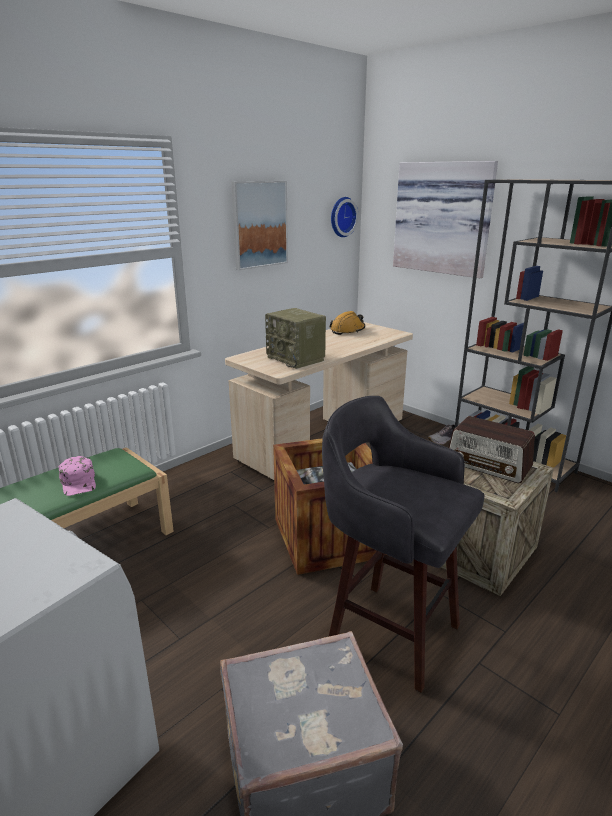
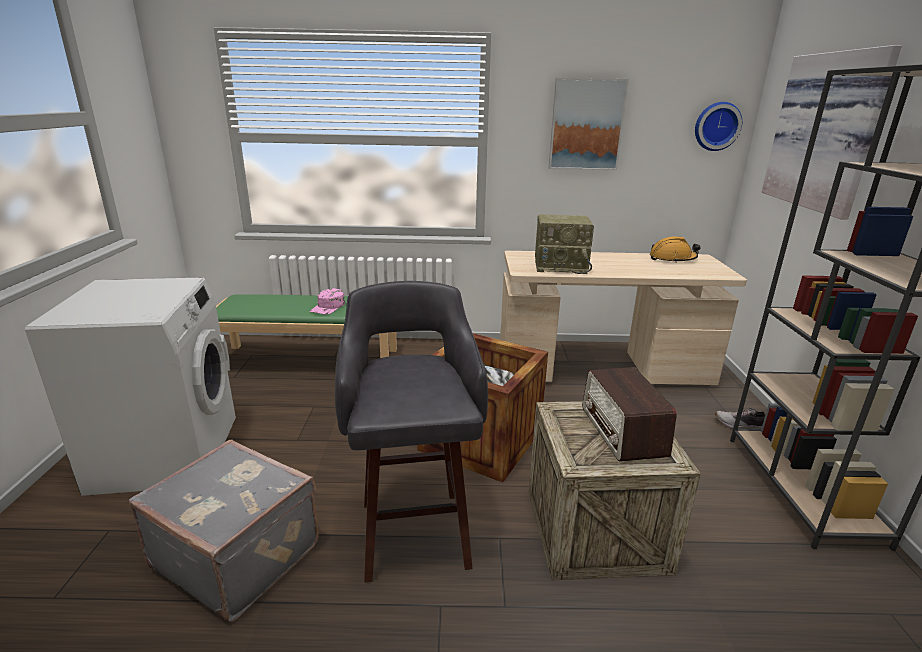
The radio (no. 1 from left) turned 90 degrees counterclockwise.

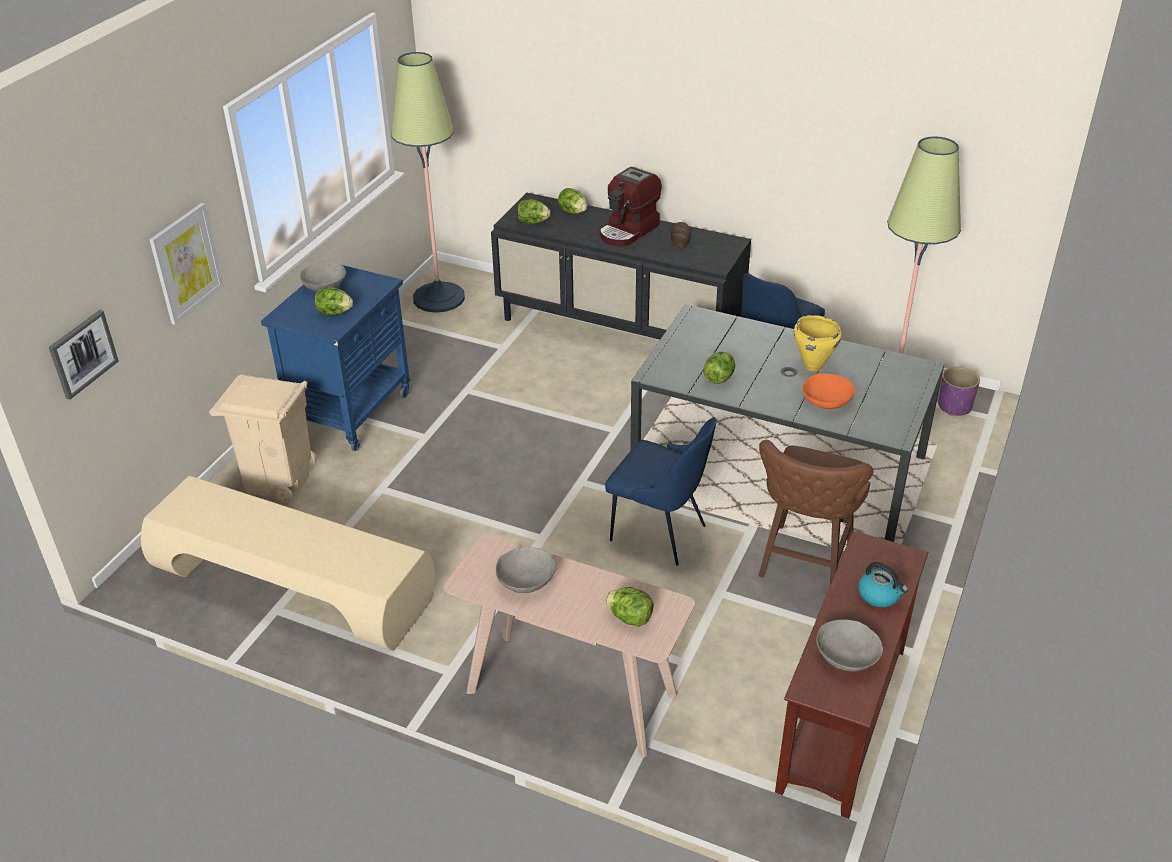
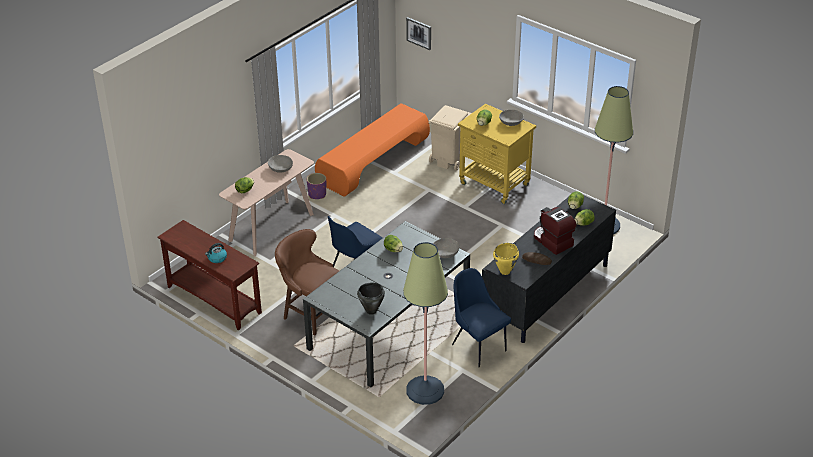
The cuadro (no. 2 from left) disappeared.
The cuenco [naranja] disappeared.
The olla [negro] appeared.
The olla [amarillo] moved.
The cuenco [gris] (no. 3 from left in the first image) moved.
The maceta [morado] moved.
The banco [beis] became the banco [naranja].
The carrito [azul] became the carrito [amarillo].

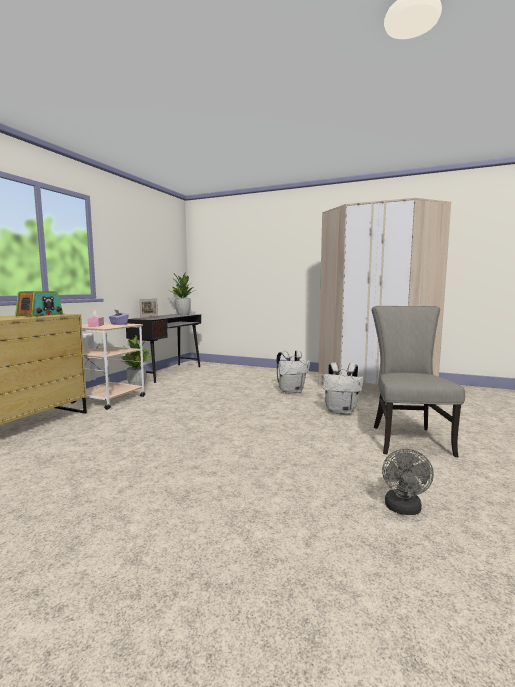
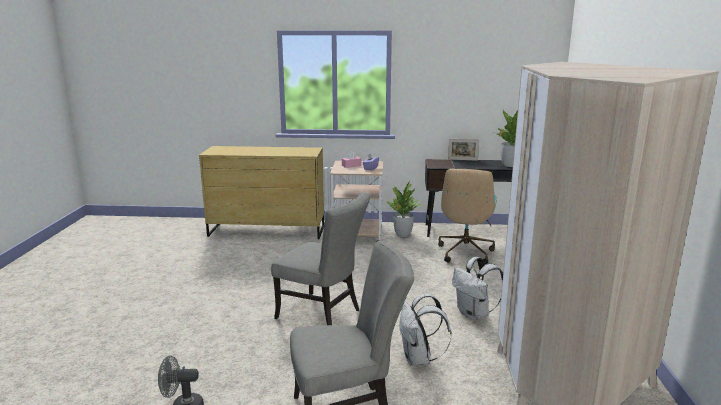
The radio disappeared.
The silla [gris] (no. 1 from left) appeared.
The silla de oficina [turquesa] appeared.

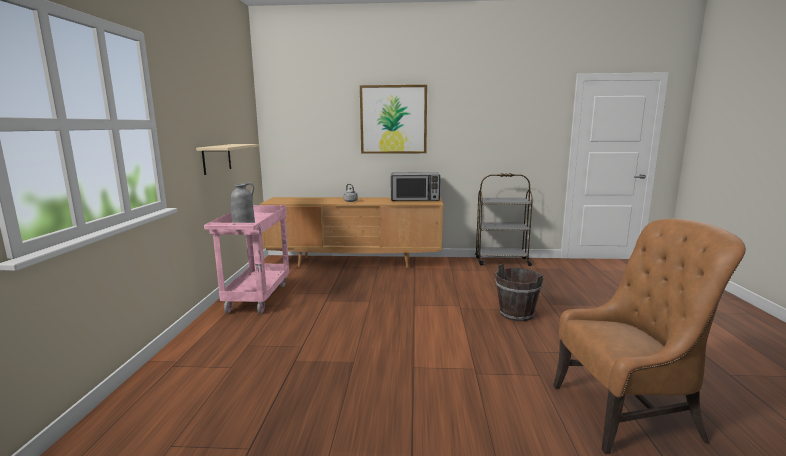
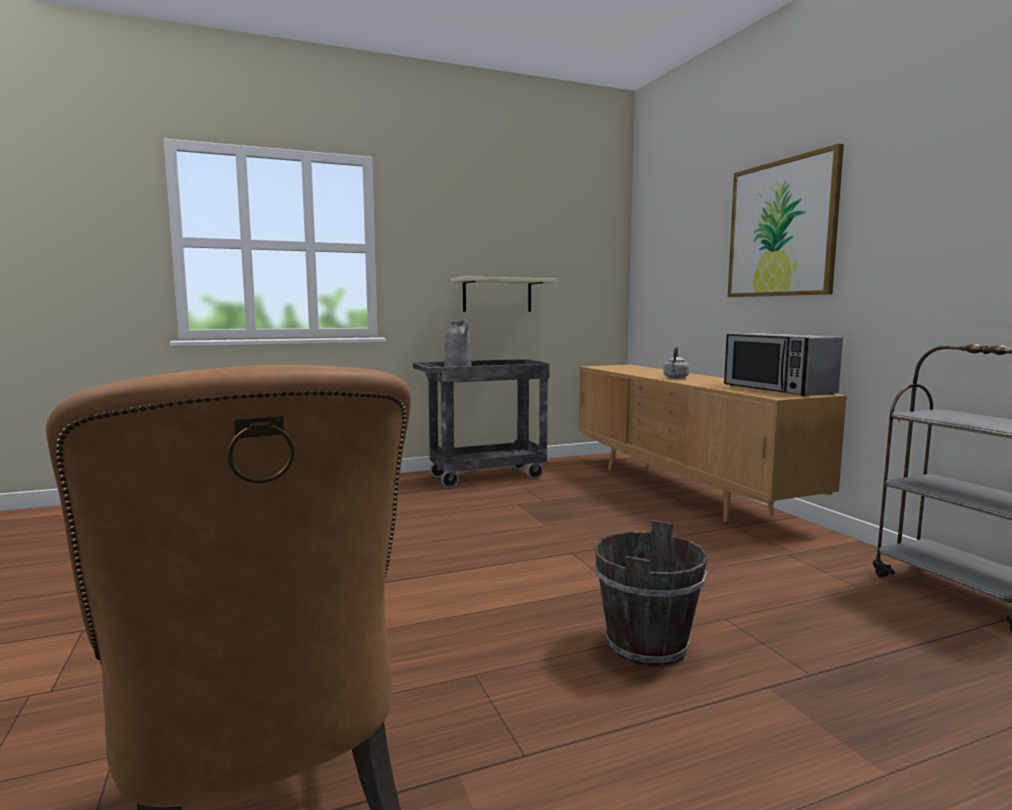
The carrito [rosa] became the carrito [gris] (no. 1 from left).

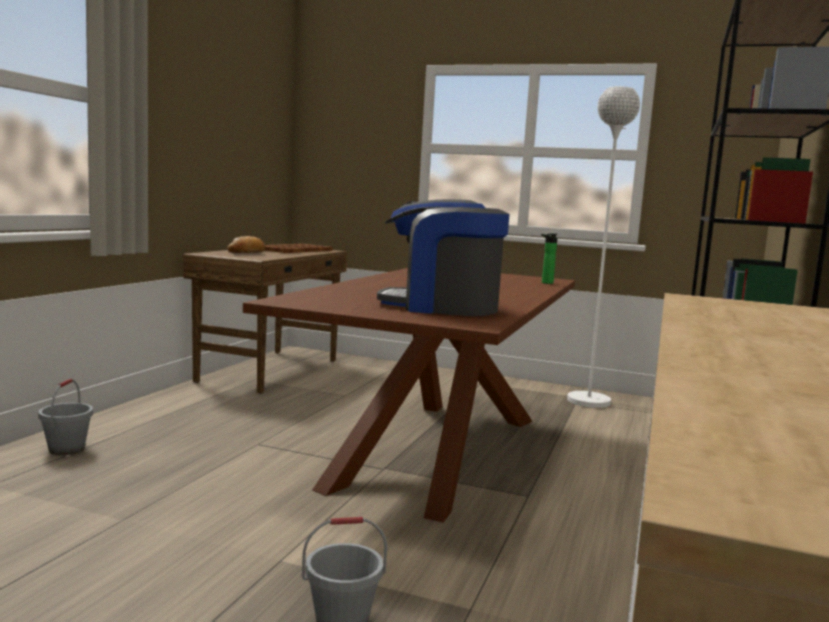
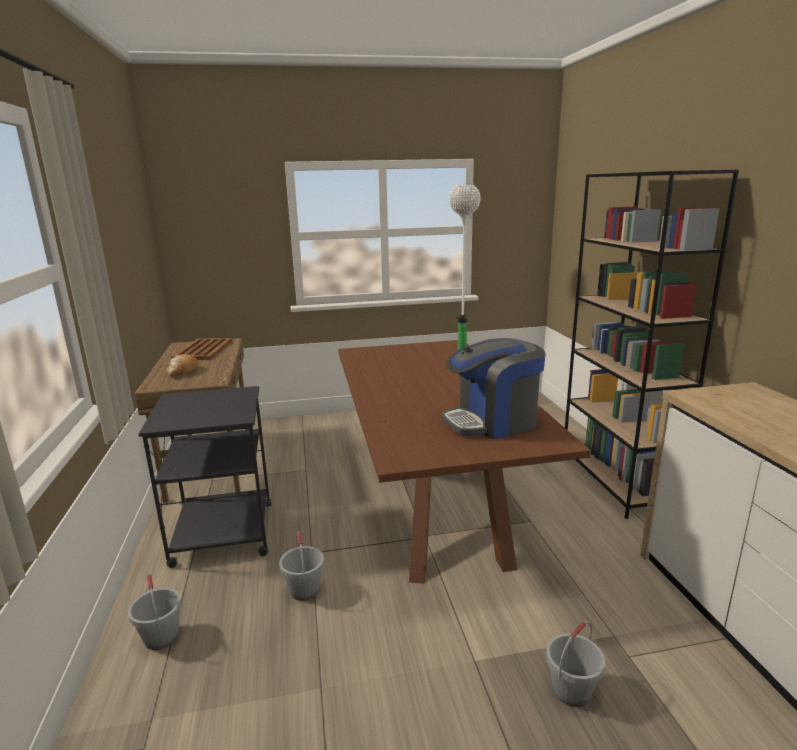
The carrito [negro] appeared.
The cubo [gris] (no. 2 from left) appeared.

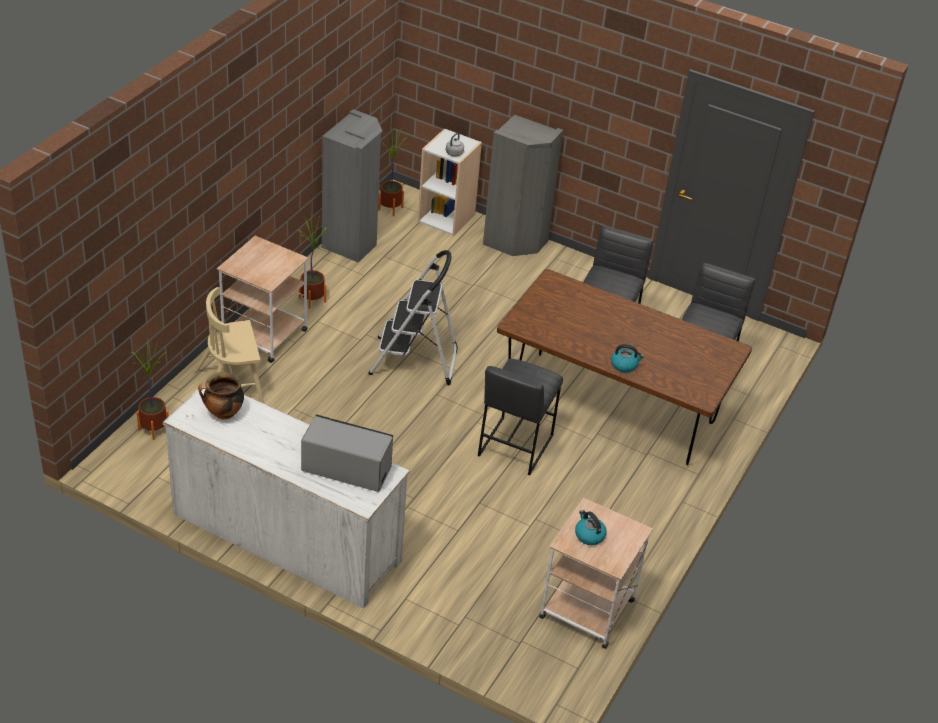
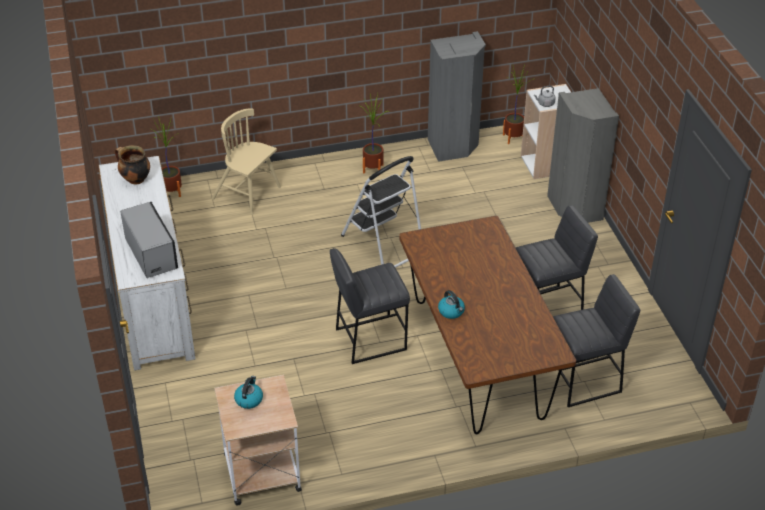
The carrito [beis] (no. 1 from left) disappeared.

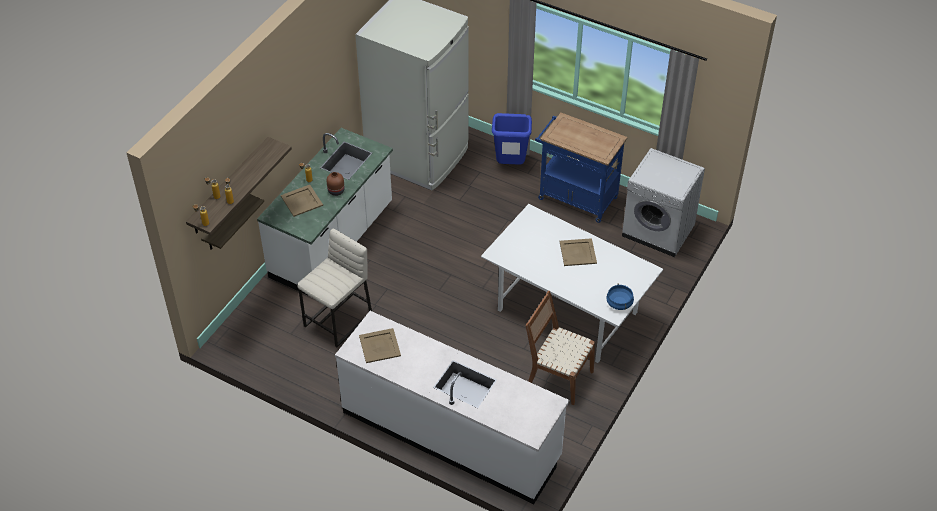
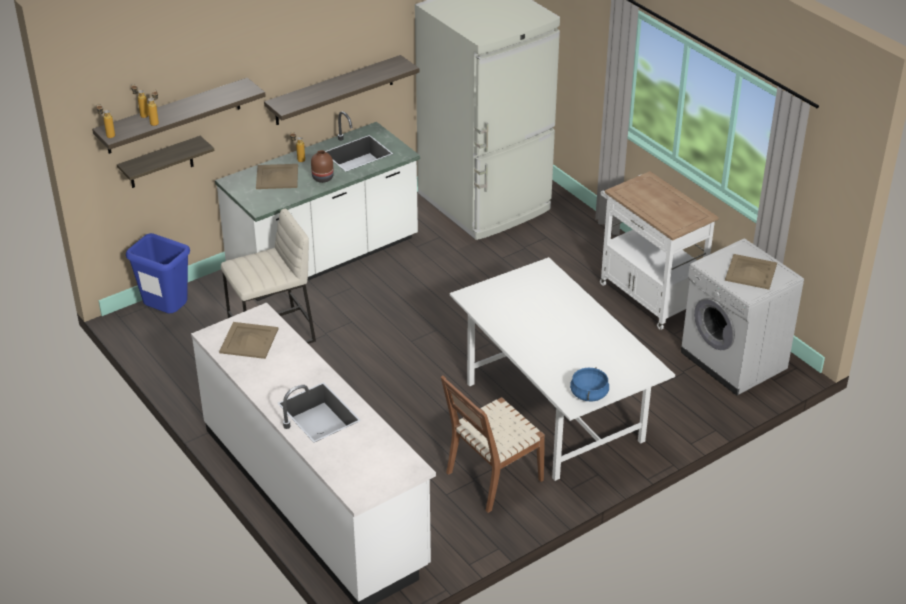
The estante (no. 3 from left) appeared.
The papelera [azul] moved.
The bandeja [beis] (no. 3 from left) moved.
The carrito [azul] became the carrito [blanco].
The silla turned 90 degrees counterclockwise.

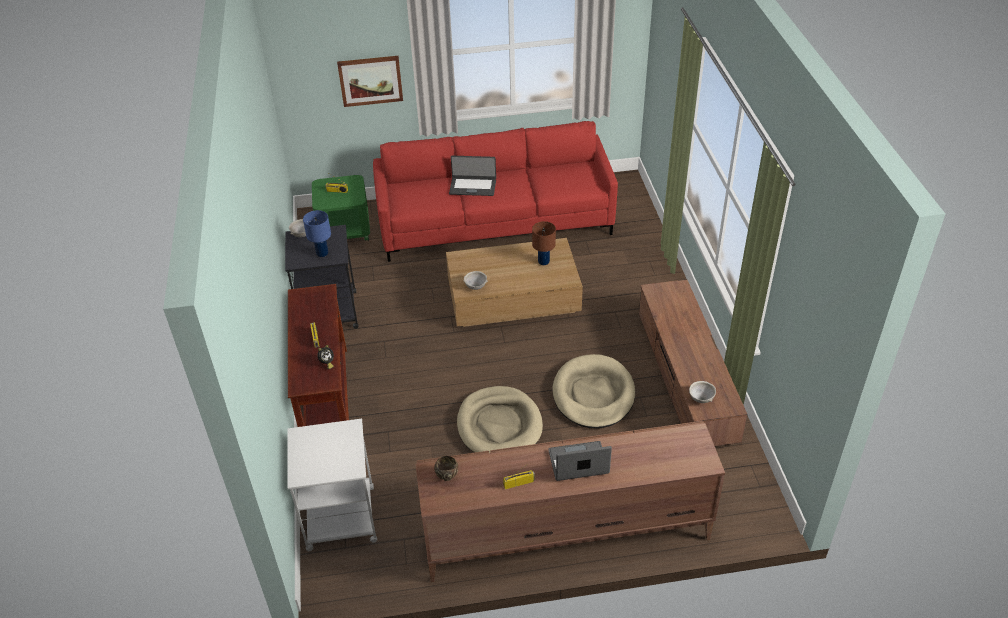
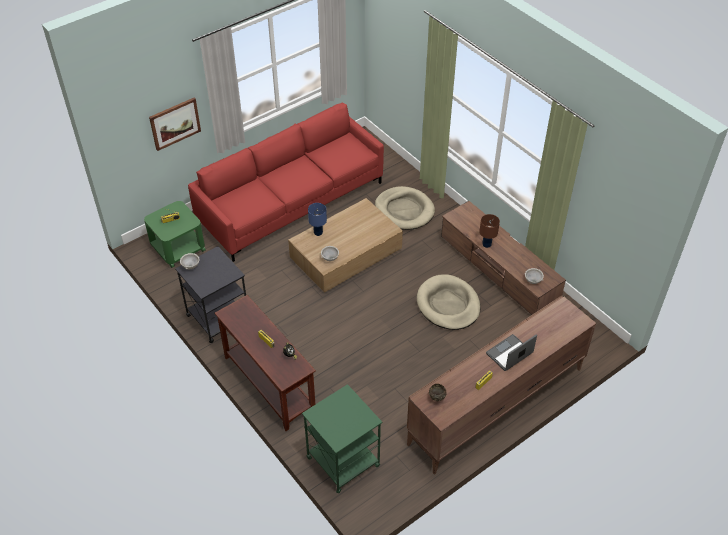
The portátil (no. 1 from left) disappeared.
The lámpara de mesa [azul] moved.
The cama para perro [beis] (no. 1 from left) moved.
The lámpara de mesa [marrón] moved.
The carrito [blanco] became the carrito [verde].

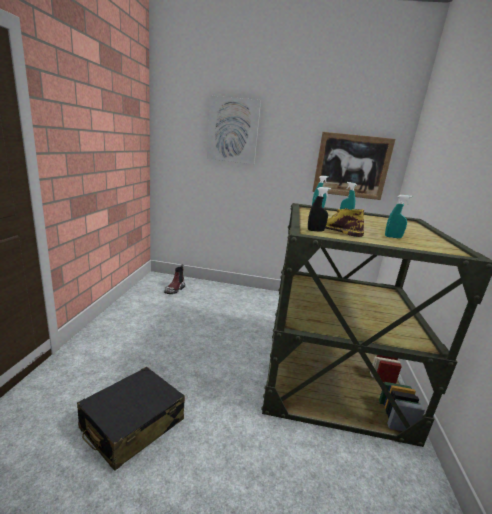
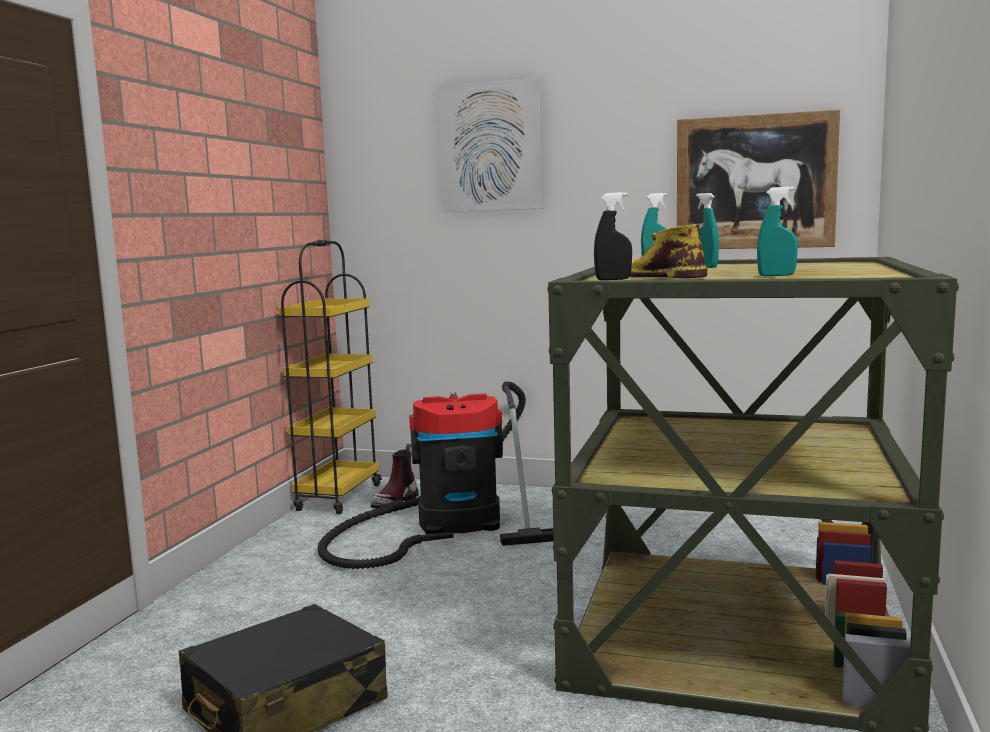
The carrito [amarillo] appeared.
The aspiradora appeared.

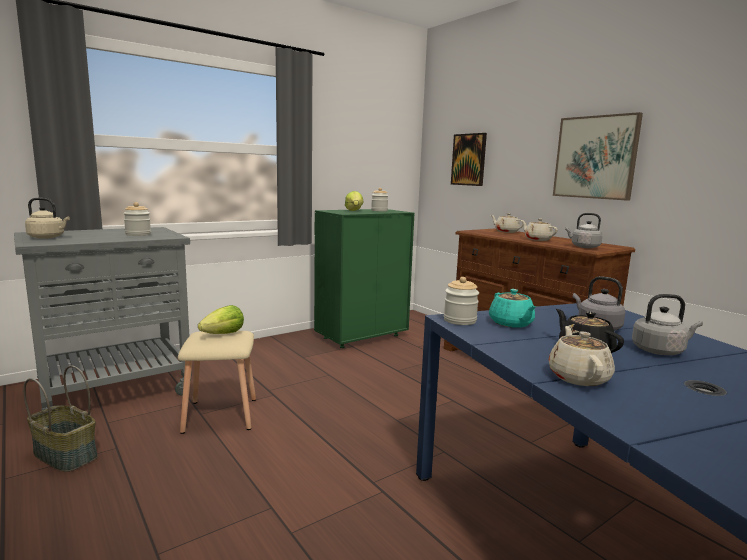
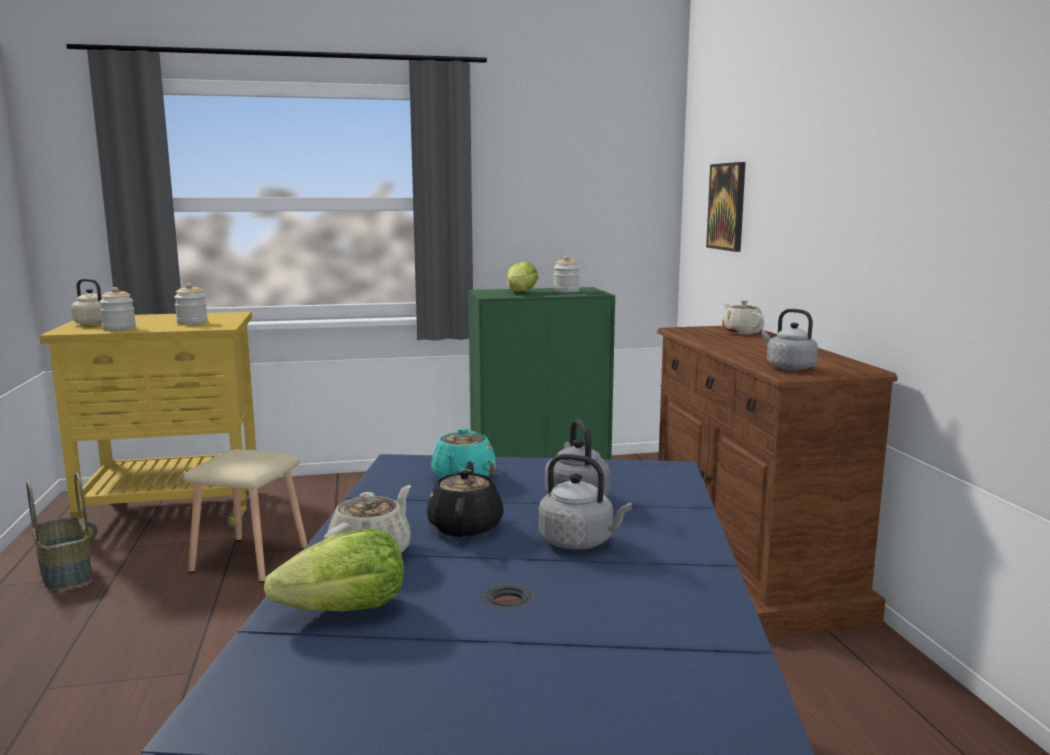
The tetera [beis] (no. 2 from left) disappeared.
The cuadro (no. 2 from left) disappeared.
The lechuga (no. 1 from left) moved.
The tarro (no. 3 from left in the first image) moved.
The carrito [gris] became the carrito [amarillo].

